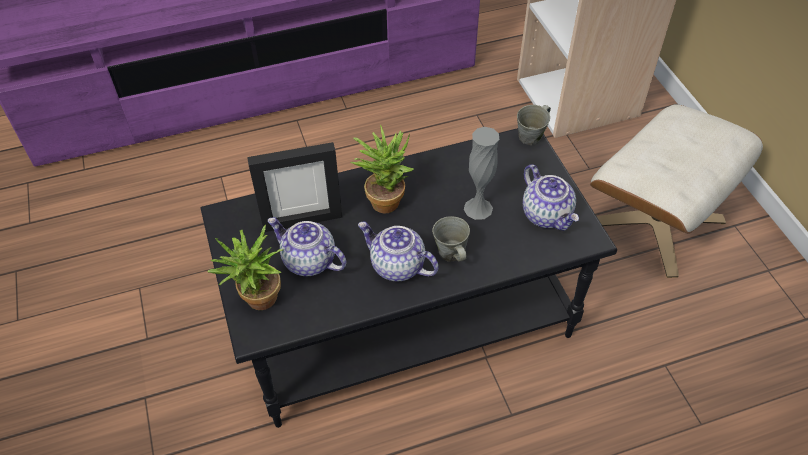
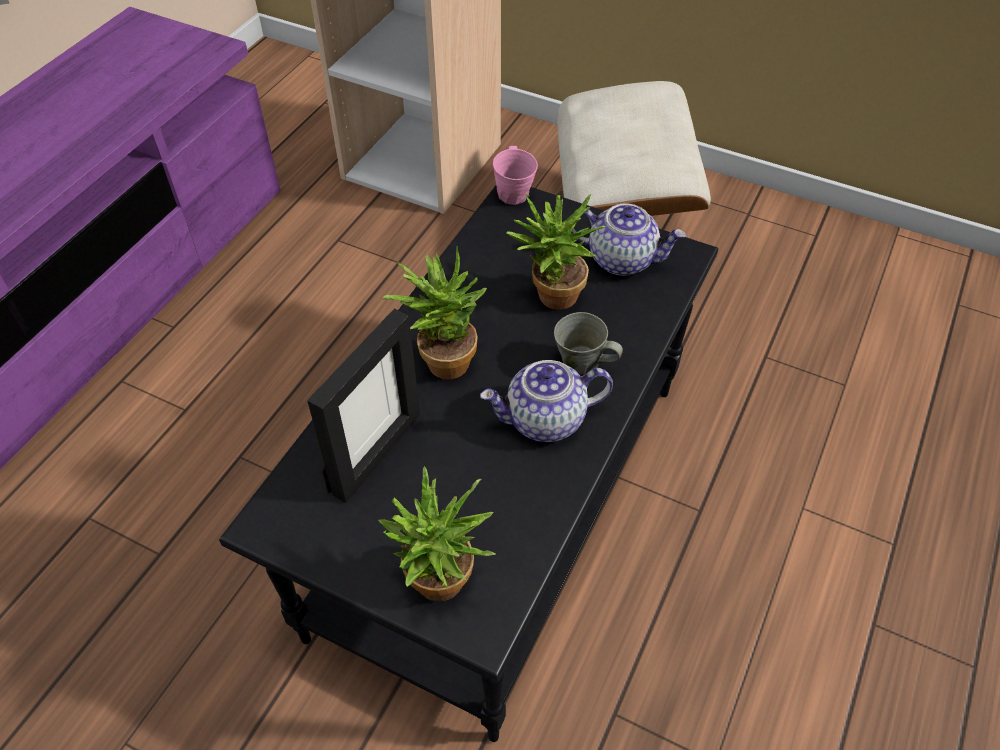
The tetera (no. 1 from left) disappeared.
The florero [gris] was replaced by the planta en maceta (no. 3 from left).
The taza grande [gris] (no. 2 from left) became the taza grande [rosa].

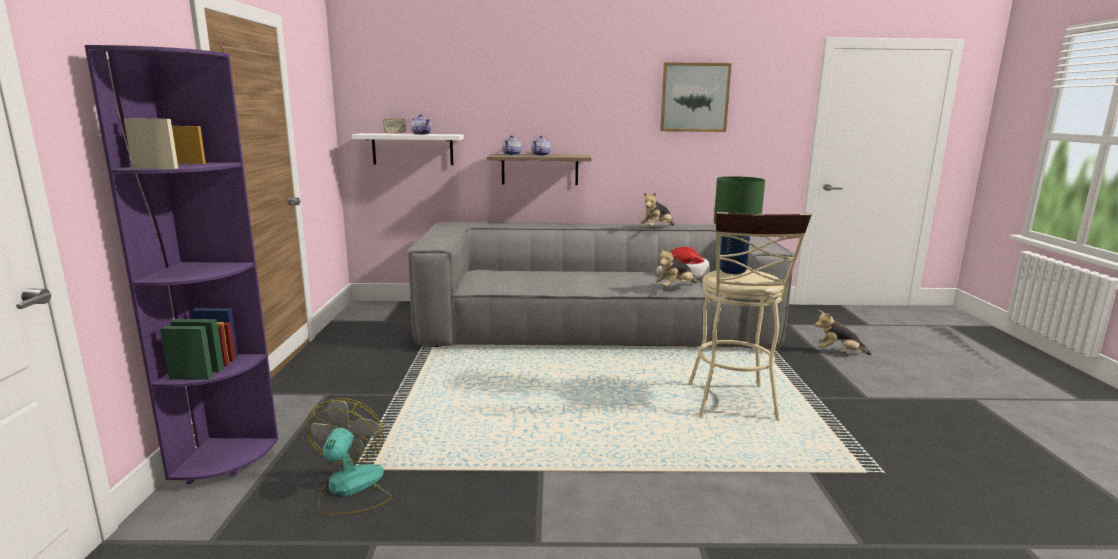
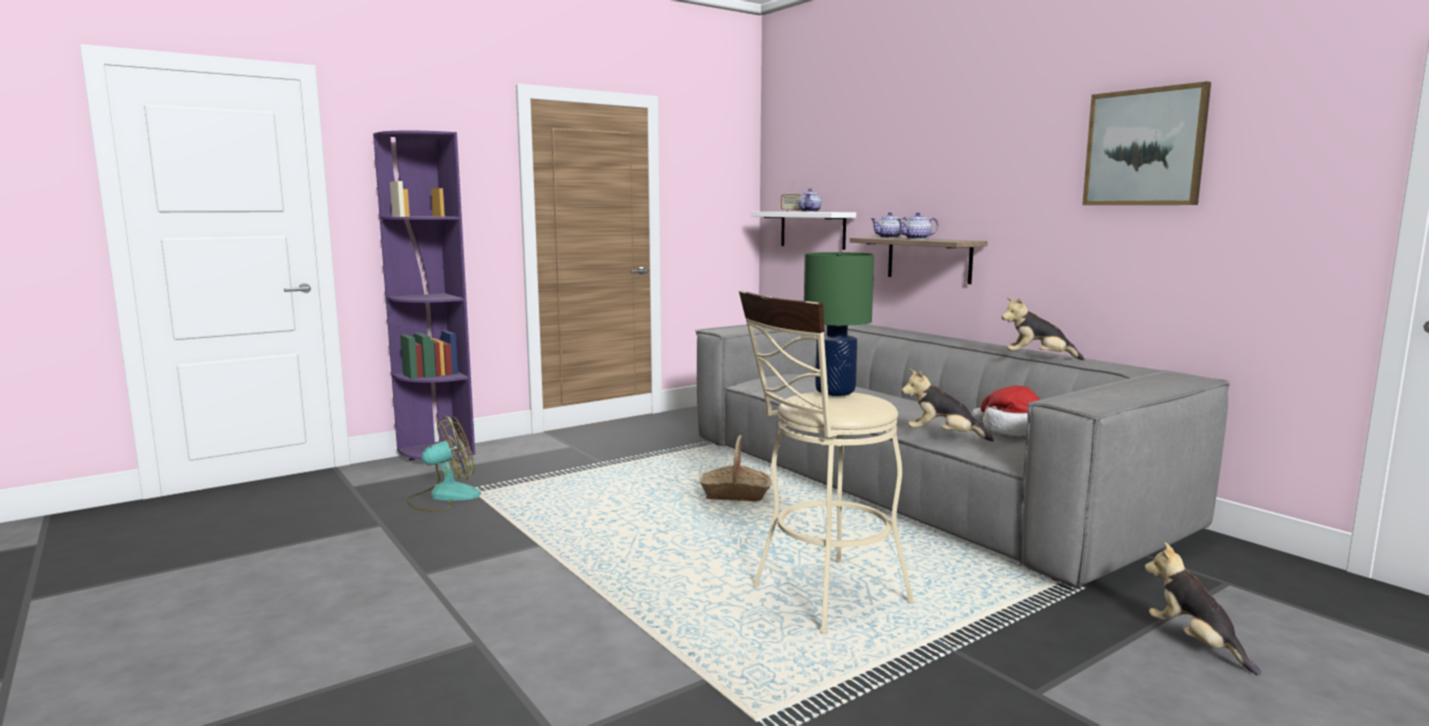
The cesta appeared.

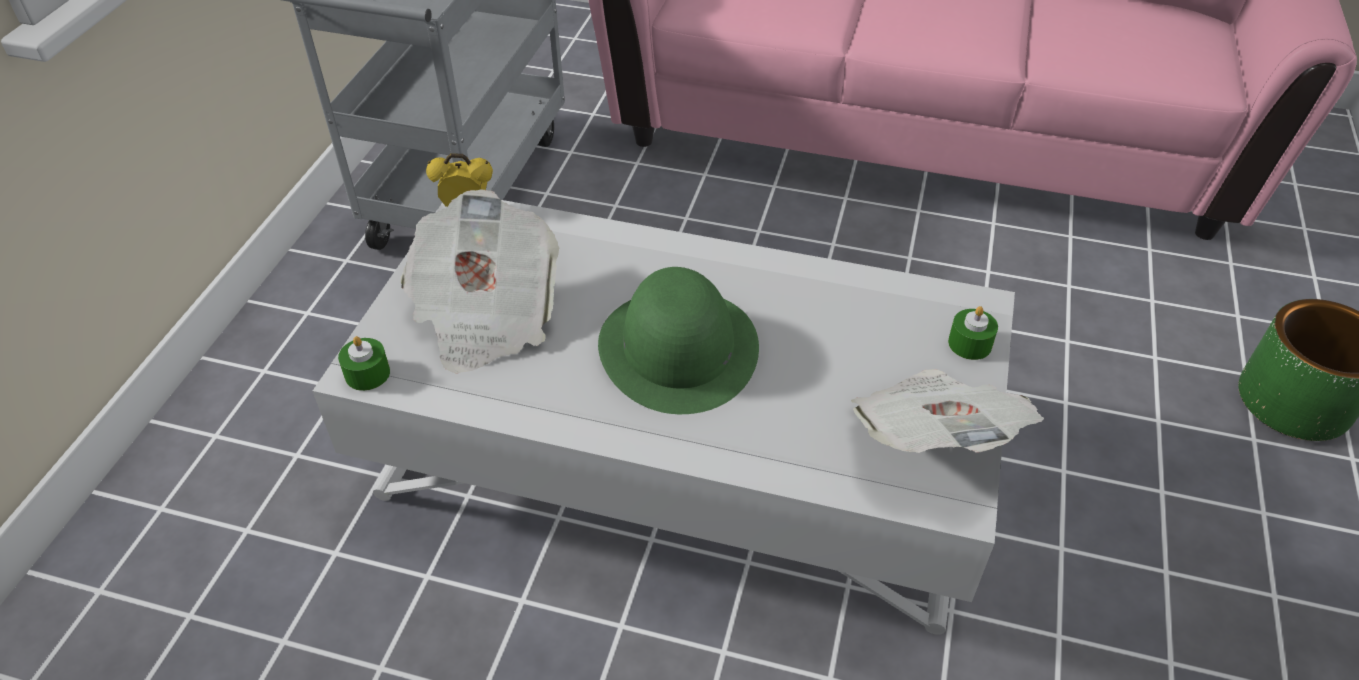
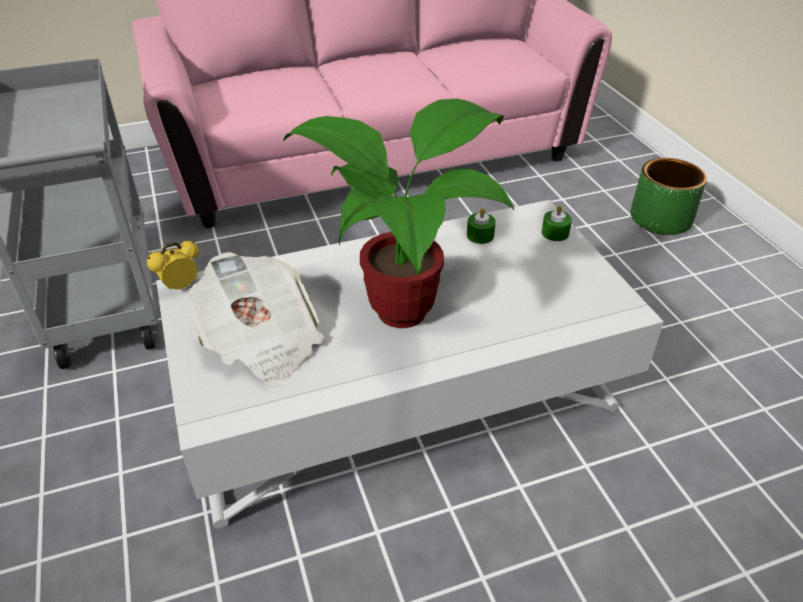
The periódico (no. 2 from left) disappeared.
The vela [verde] (no. 1 from left) moved.
The sombrero [verde] was replaced by the planta en maceta.

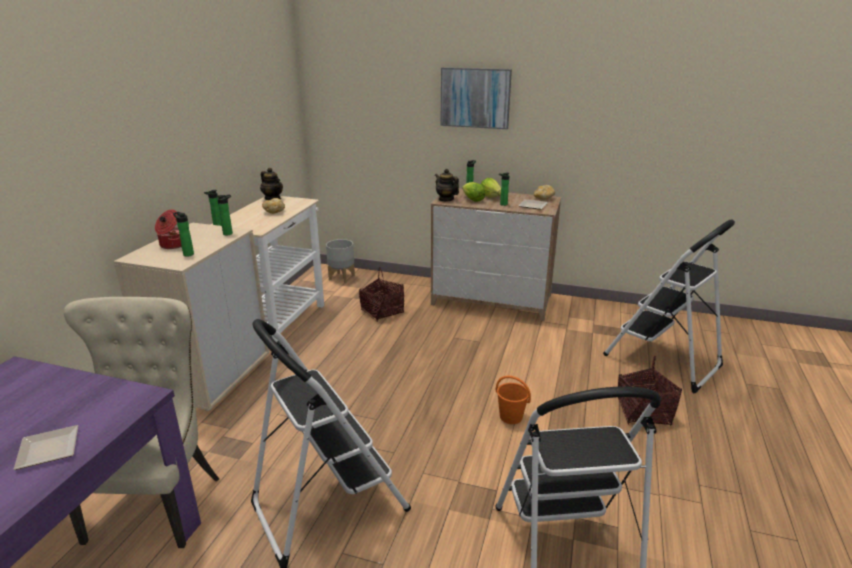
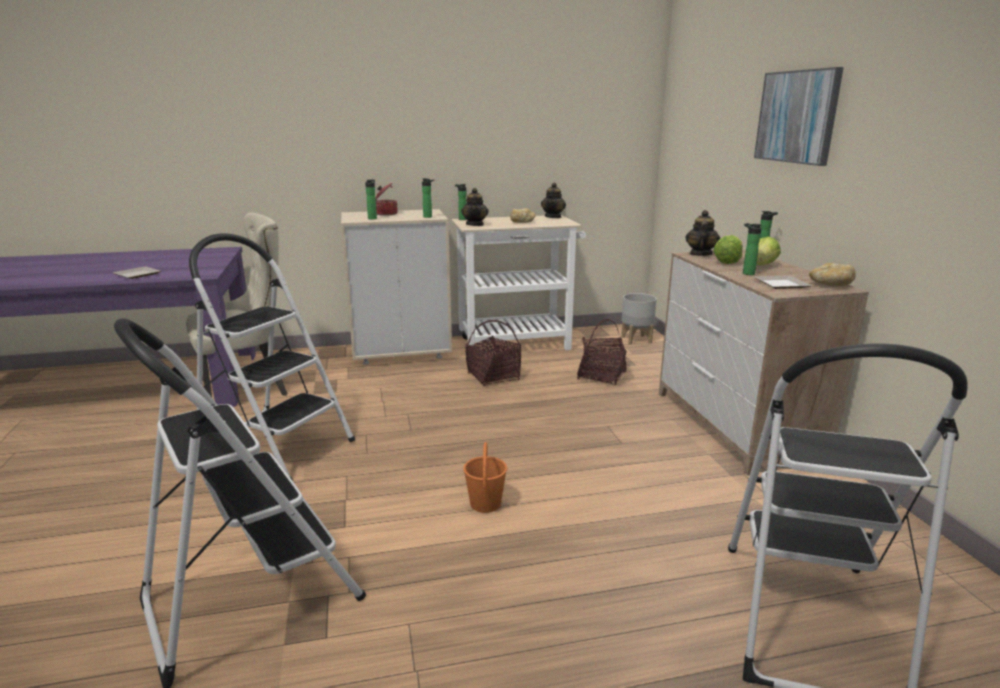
The tetera (no. 1 from left) appeared.
The cesta (no. 2 from left in the first image) moved.

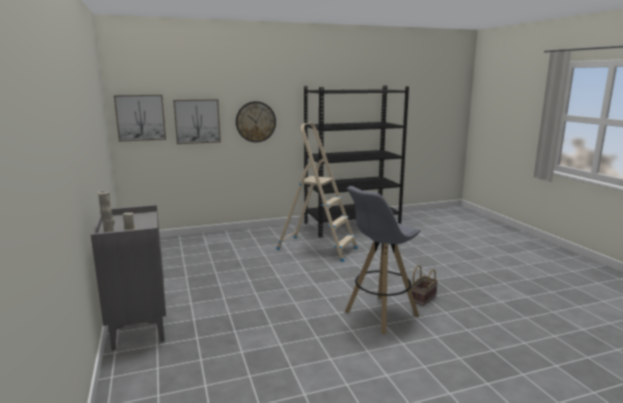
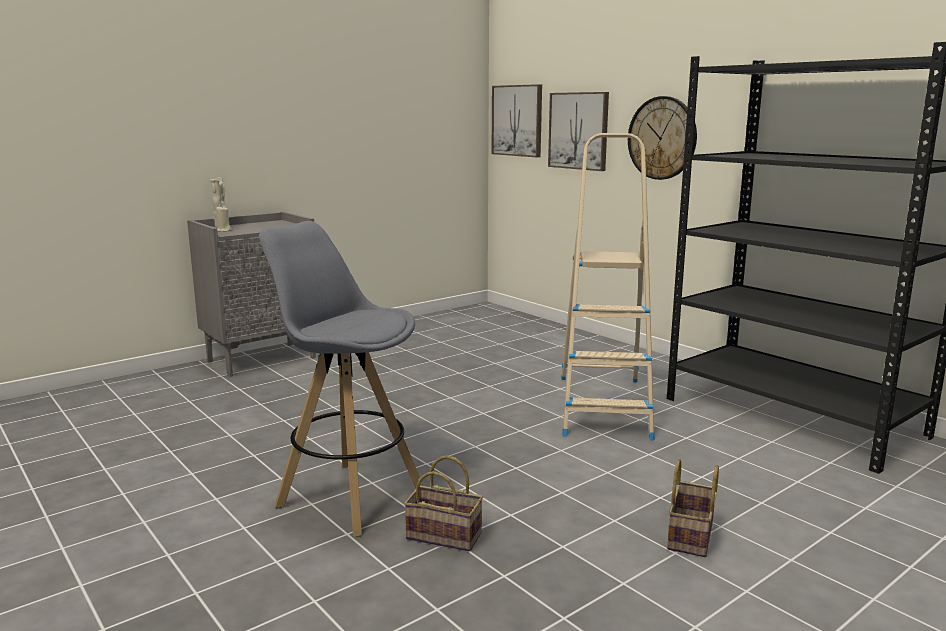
The cesta (no. 2 from left) appeared.

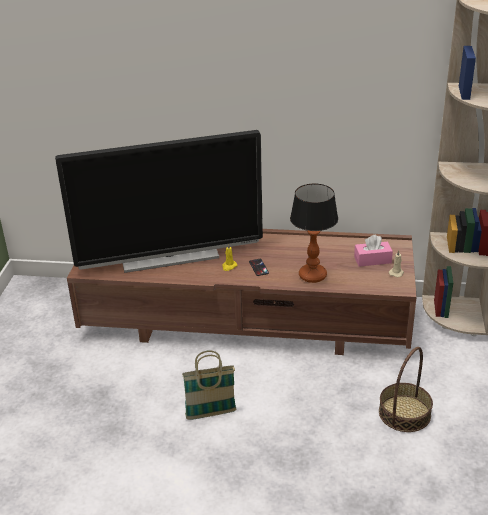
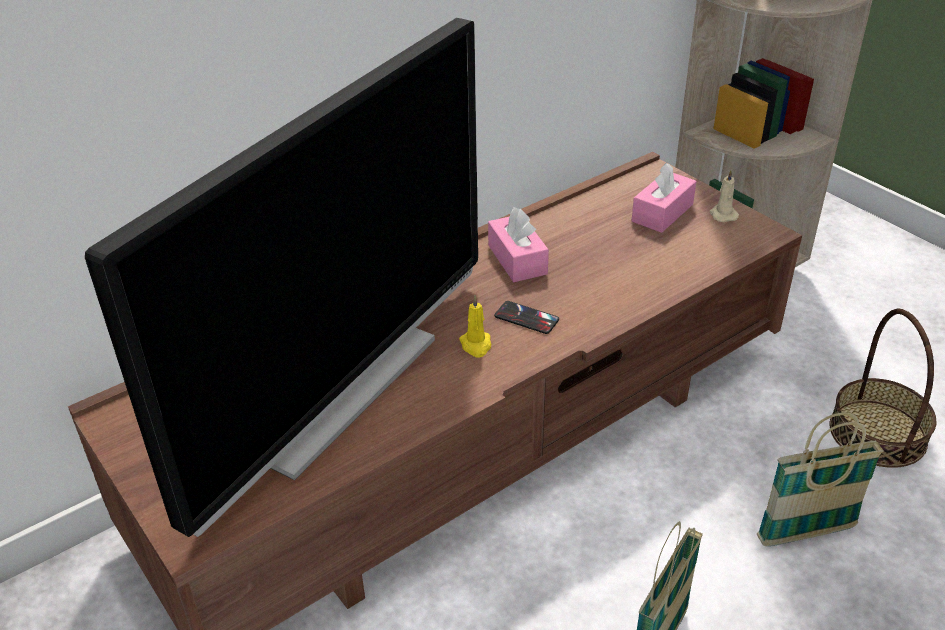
The lámpara de mesa disappeared.
The caja de pañuelos [rosa] (no. 1 from left) appeared.
The cesta (no. 2 from left) appeared.

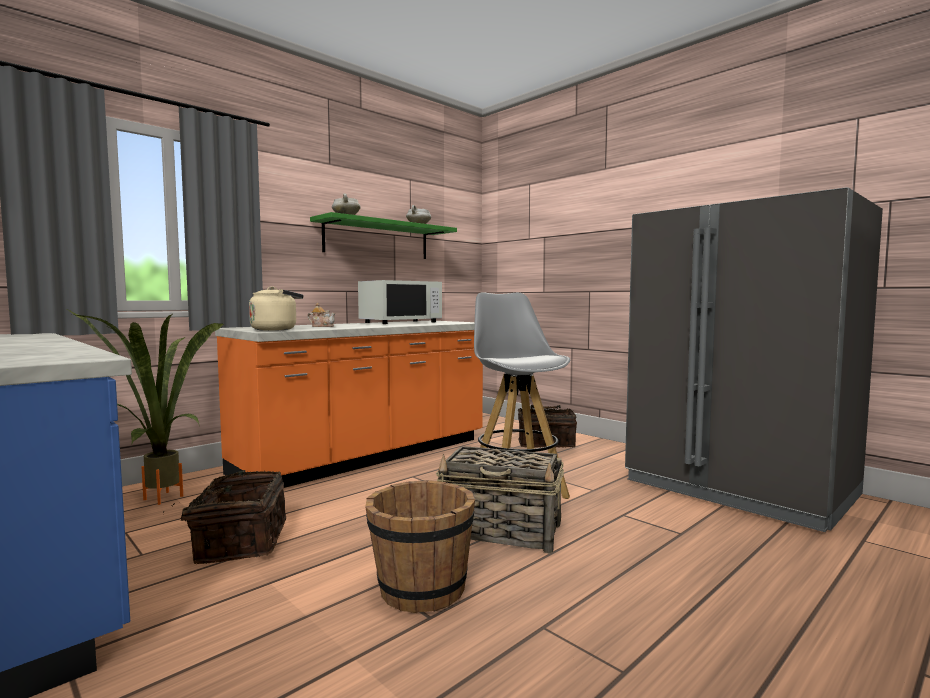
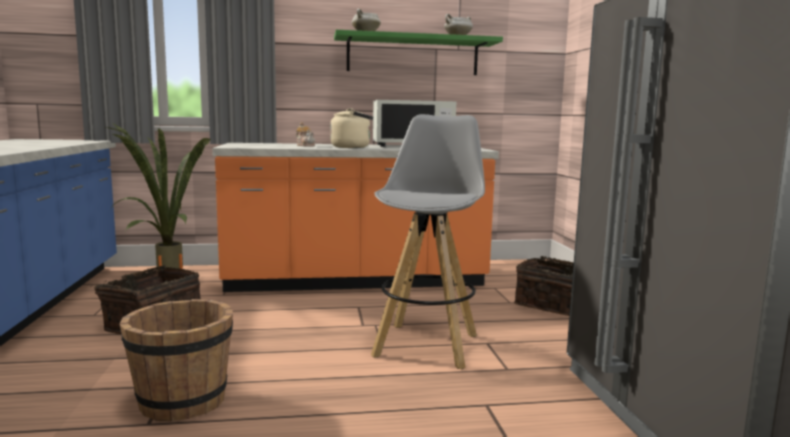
The cesta (no. 2 from left) disappeared.
The hervidor [beis] moved.

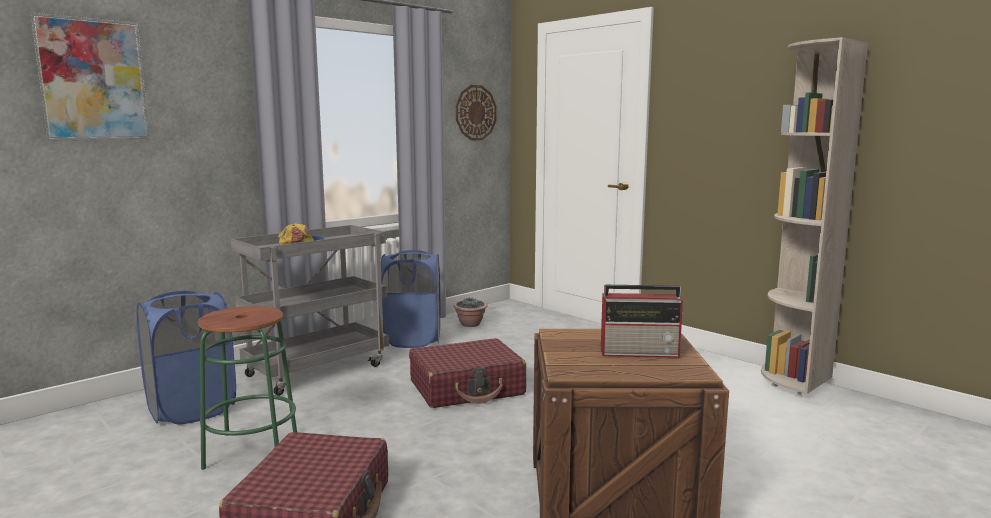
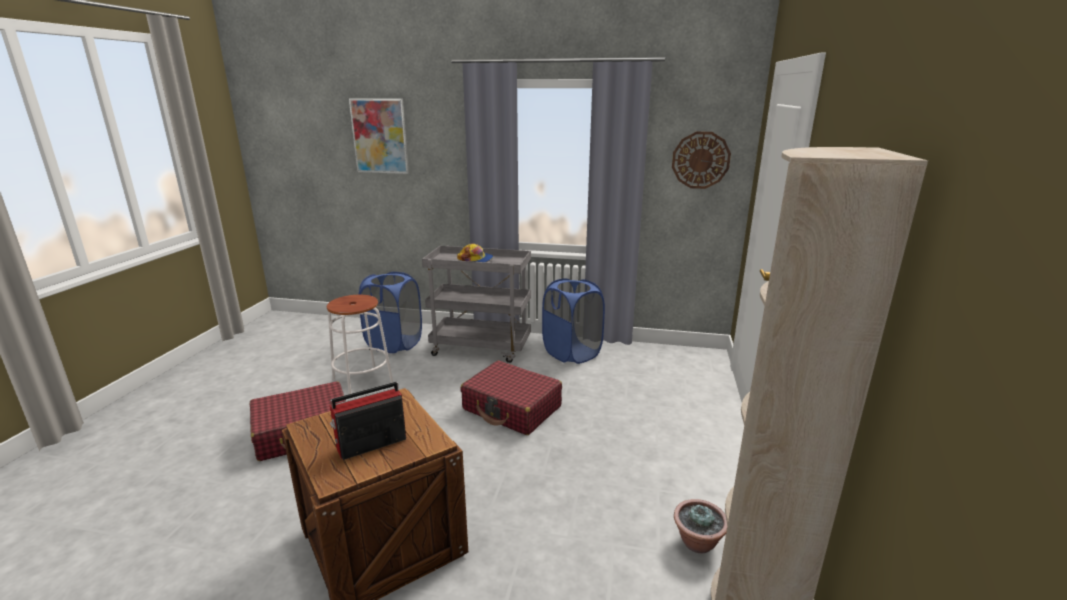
The planta en maceta moved.
The taburete [verde] became the taburete [blanco].
The radio turned 90 degrees clockwise.

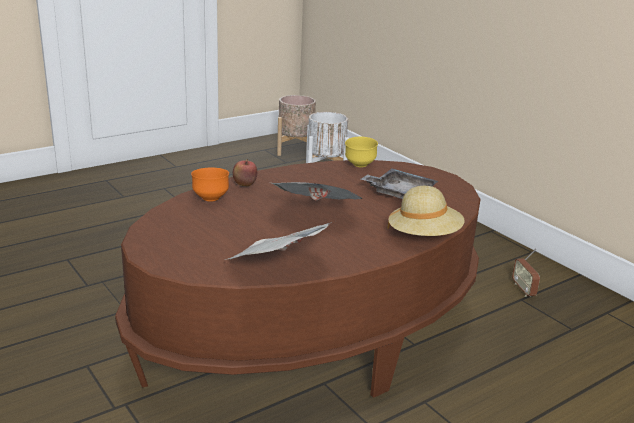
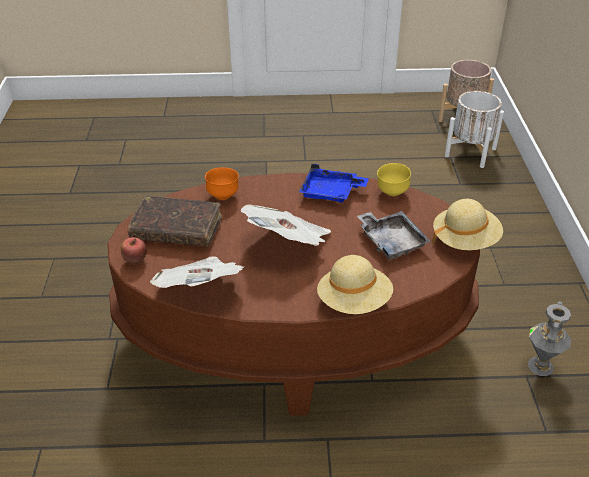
The libro [marrón] appeared.
The bandeja [azul] appeared.
The sombrero [beis] (no. 2 from left) appeared.
The manzana moved.
The radio was replaced by the florero [gris].

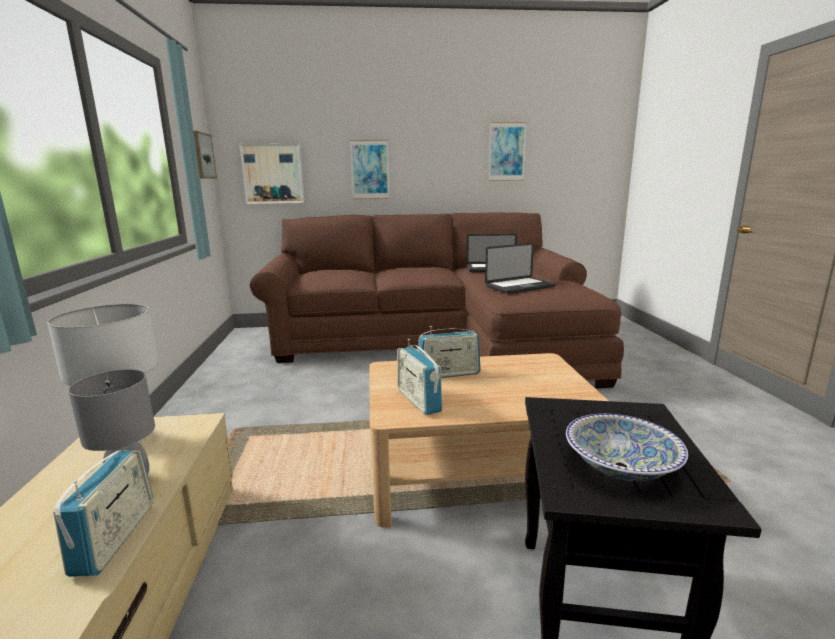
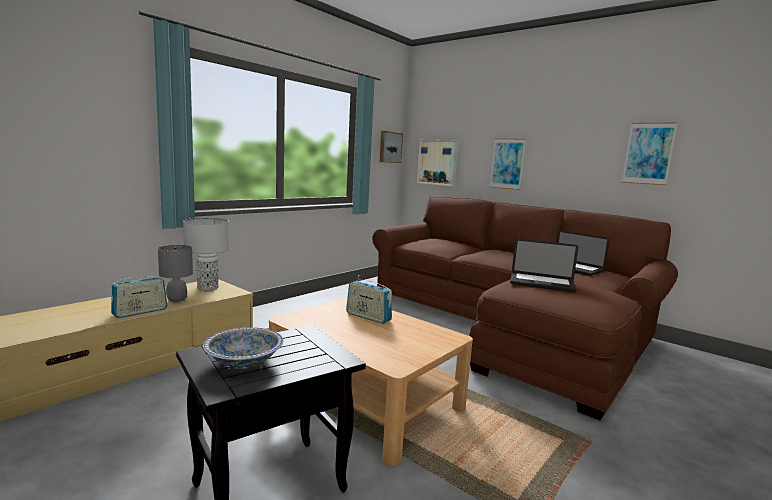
The radio (no. 2 from left) disappeared.

